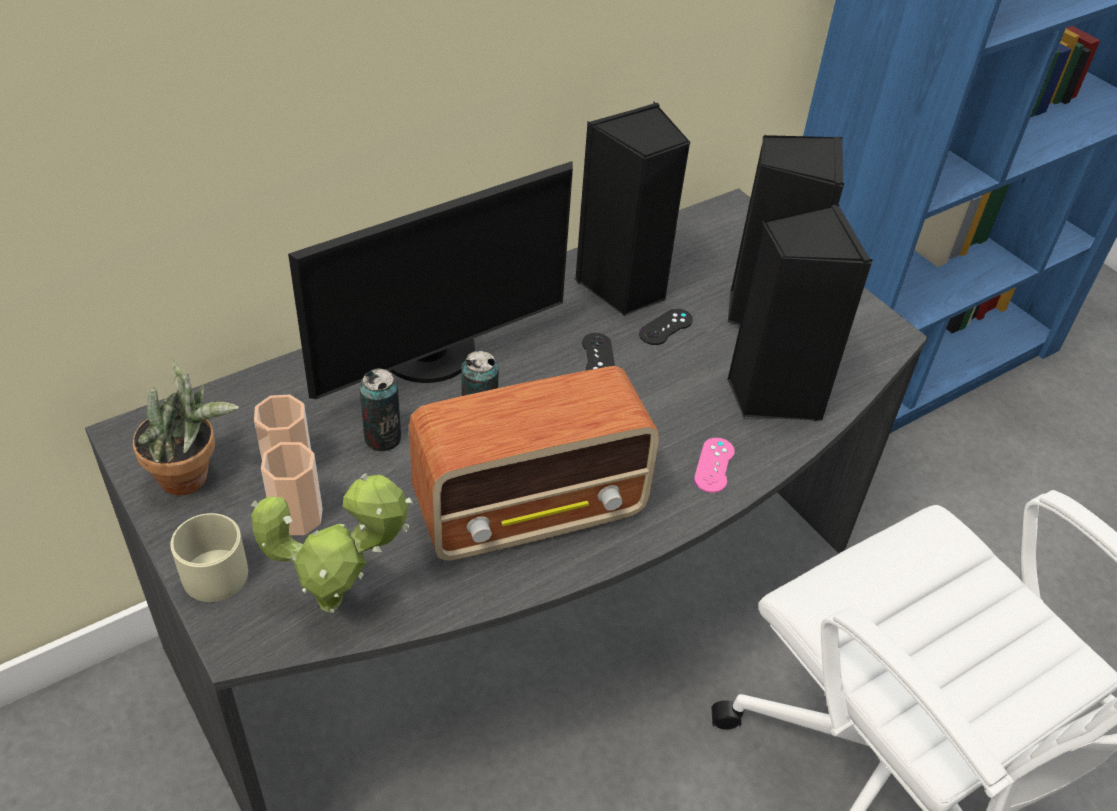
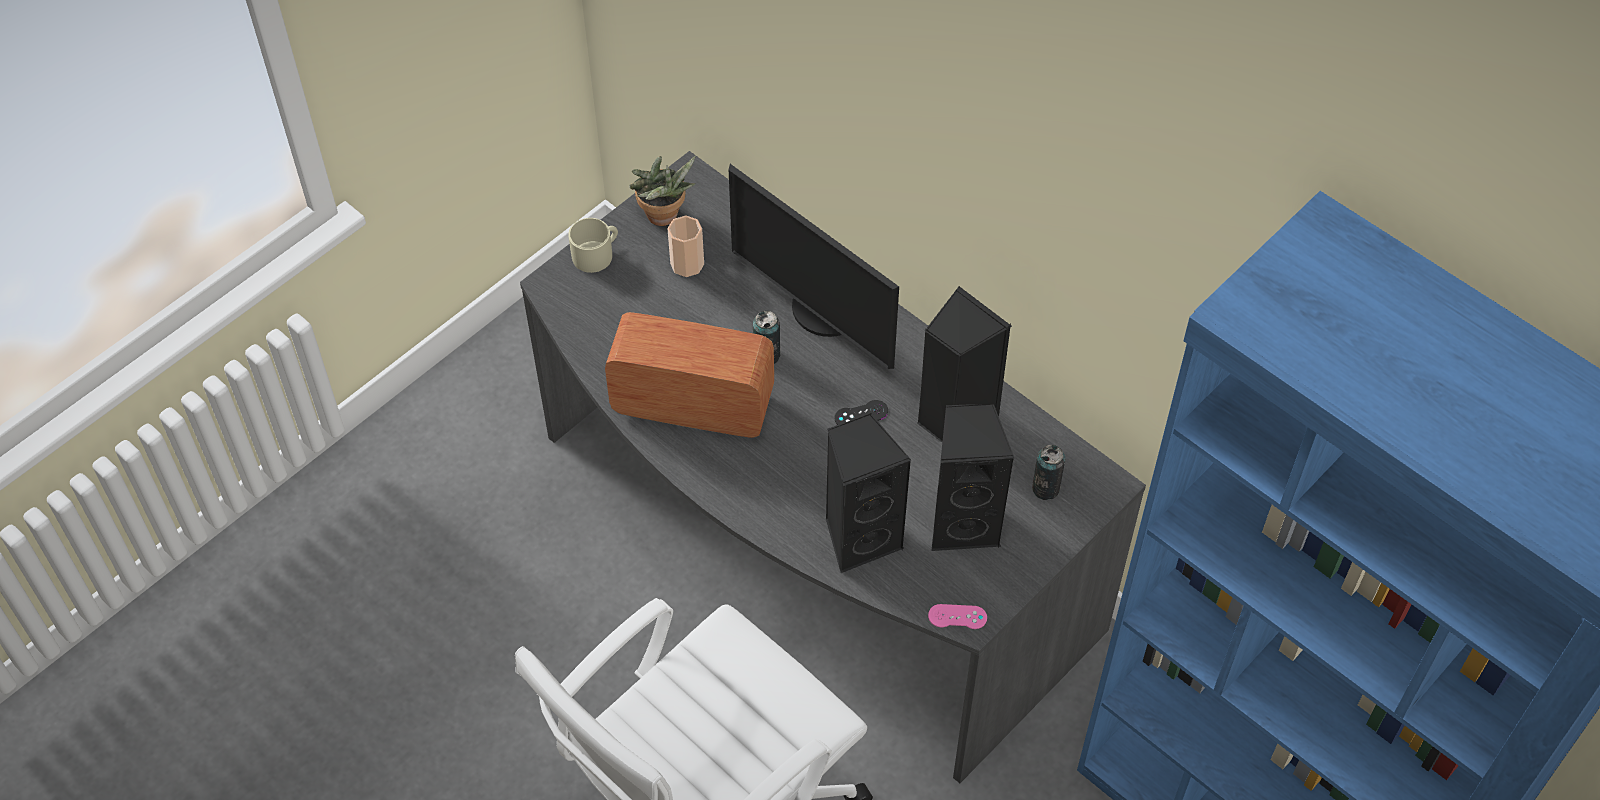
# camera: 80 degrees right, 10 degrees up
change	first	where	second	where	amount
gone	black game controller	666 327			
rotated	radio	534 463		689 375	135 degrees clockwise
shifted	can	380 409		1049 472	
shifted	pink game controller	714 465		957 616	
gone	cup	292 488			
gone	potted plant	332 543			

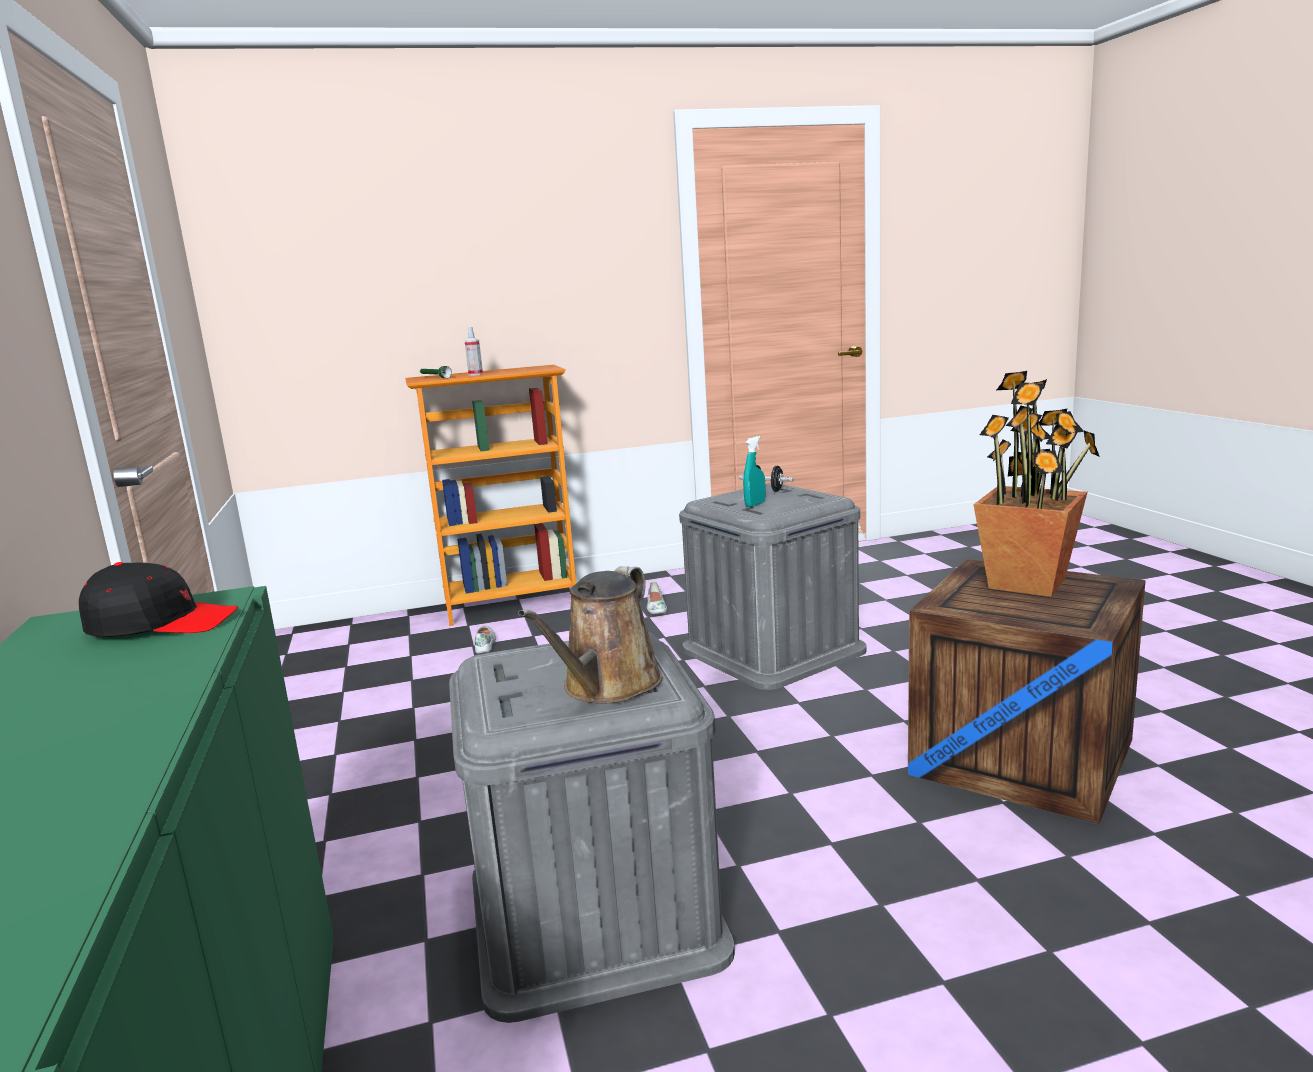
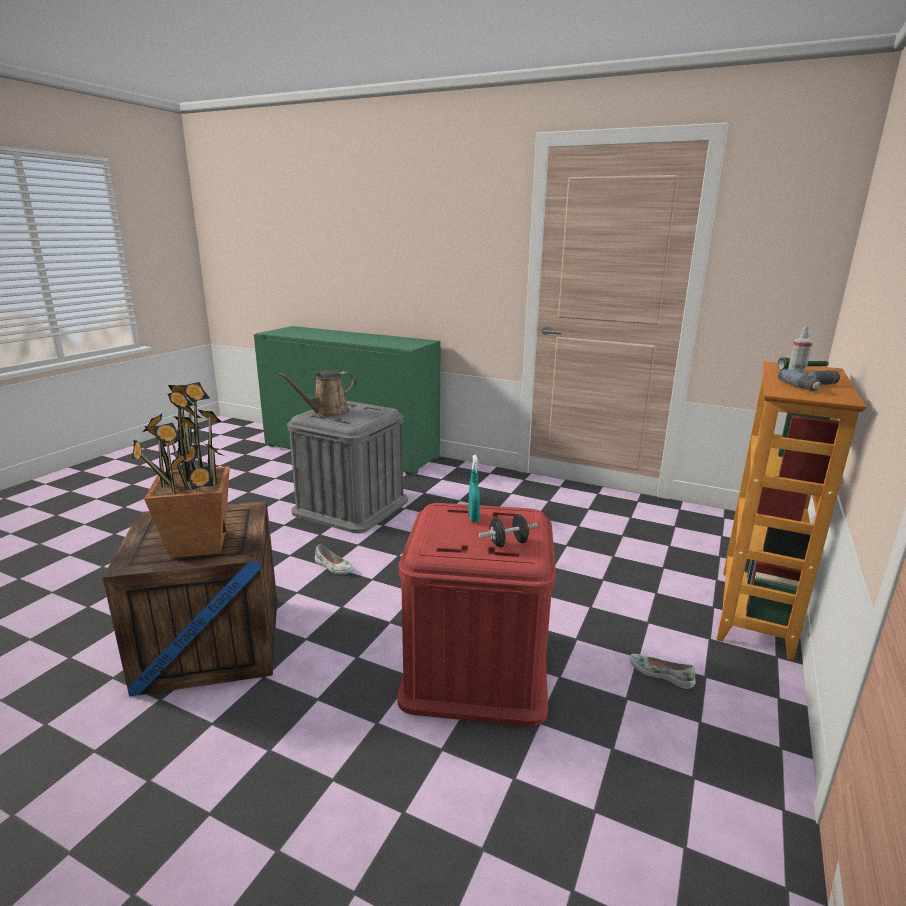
# camera: 130 degrees right, 5 degrees up
change	first	where	second	where	amount
repainted	grey storage box	773 586	red storage box	476 614	
gone	black cap	158 599			
rotated	brown watering can	590 635		316 393	105 degrees counterclockwise
shifted	white shoe	485 639		334 559	
new			power drill	809 380	

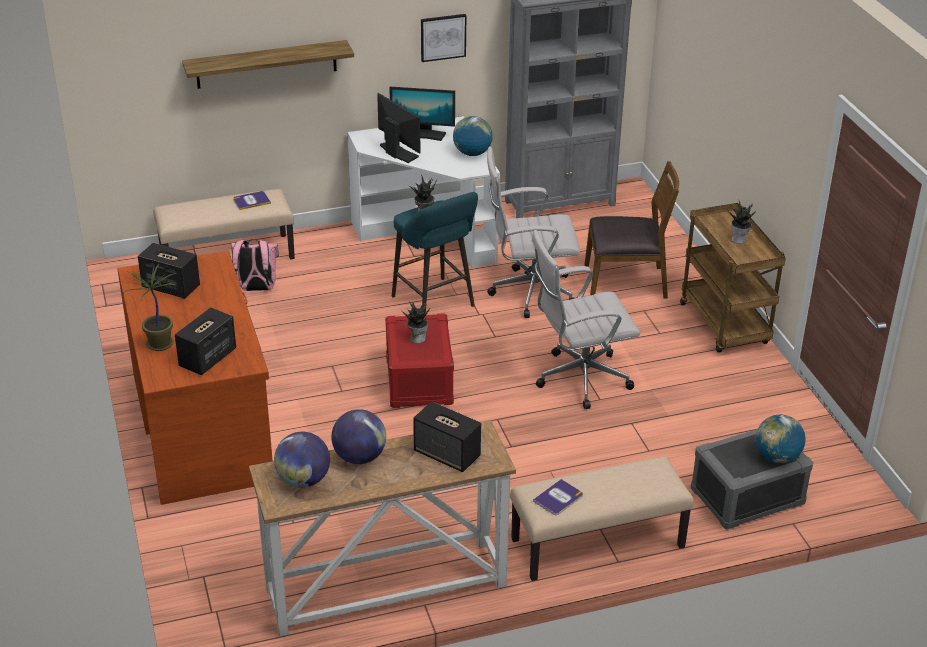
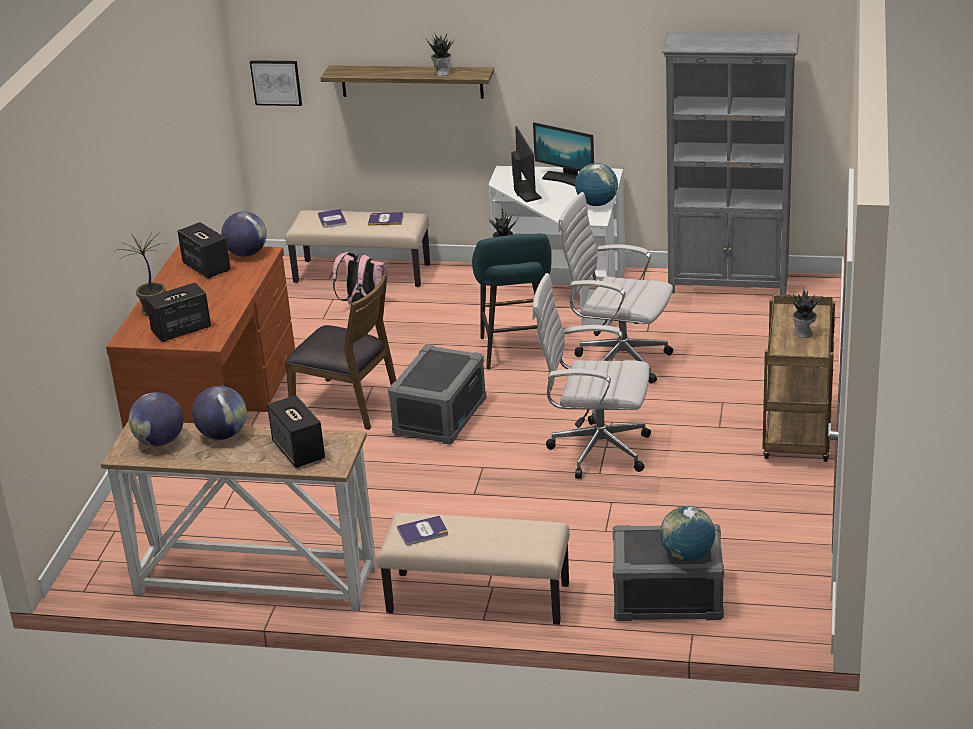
# camera: 30 degrees right, 5 degrees down
change	first	where	second	where	amount
shifted	picture	443 38		276 83	
shifted	brown chair	631 230		340 352	
shifted	potted plant	415 322		440 55	
repainted	red storage box	419 360	grey storage box	437 395	
new			book	332 218	
new			globe	244 234	

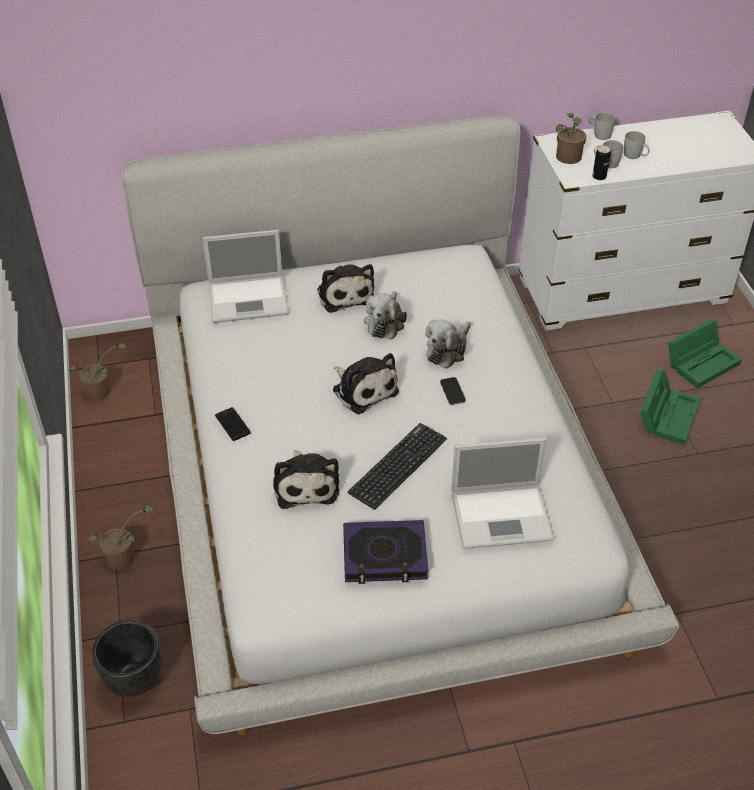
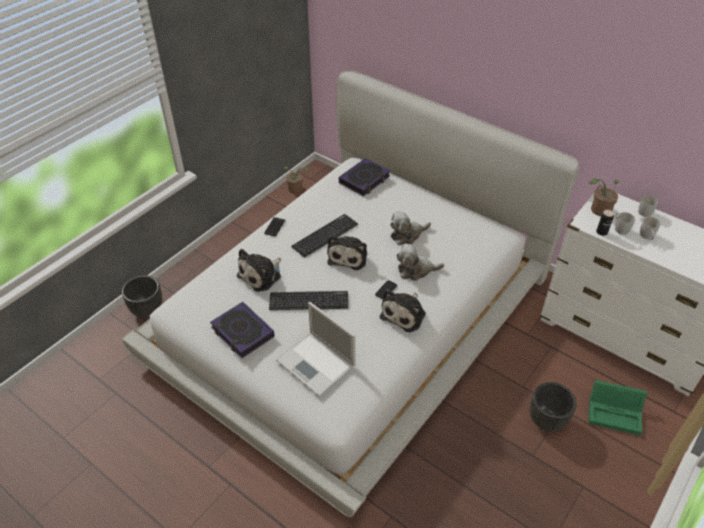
# camera: 50 degrees right, 0 degrees up
change	first	where	second	where	amount
swapped	laptop	246 276	book	364 177	
shifted	plush toy	345 288		403 310	
swapped	green storage box	670 407	black planter	553 407	
gone	potted plant	122 537			
new			keyboard	324 235	

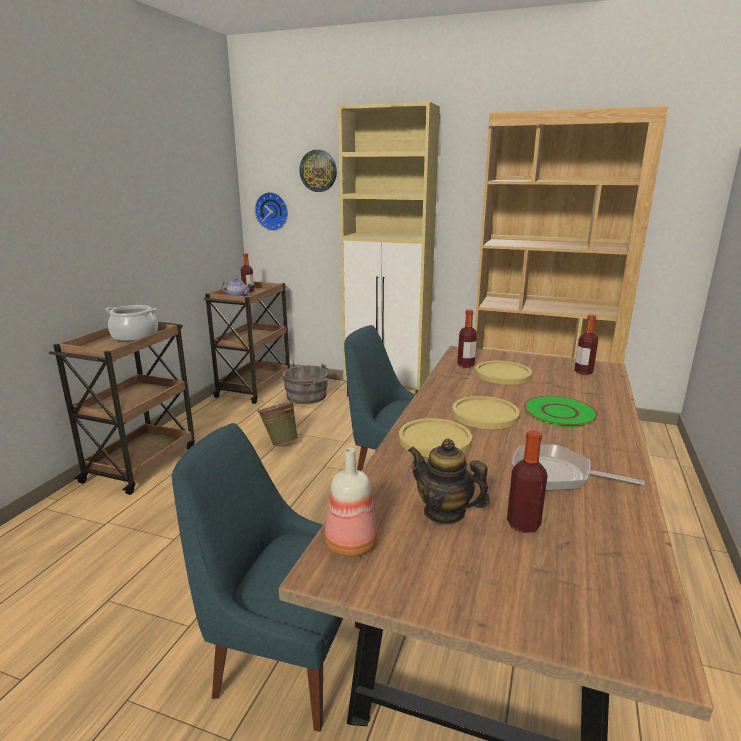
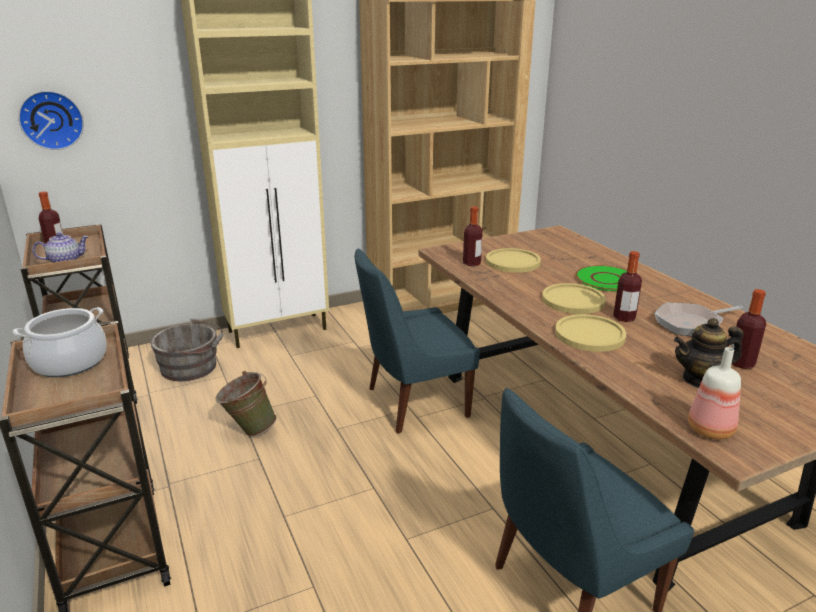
# camera: 45 degrees left, 5 degrees up
change	first	where	second	where	amount
gone	wall clock	318 171			
shifted	bottle	586 345		627 286	

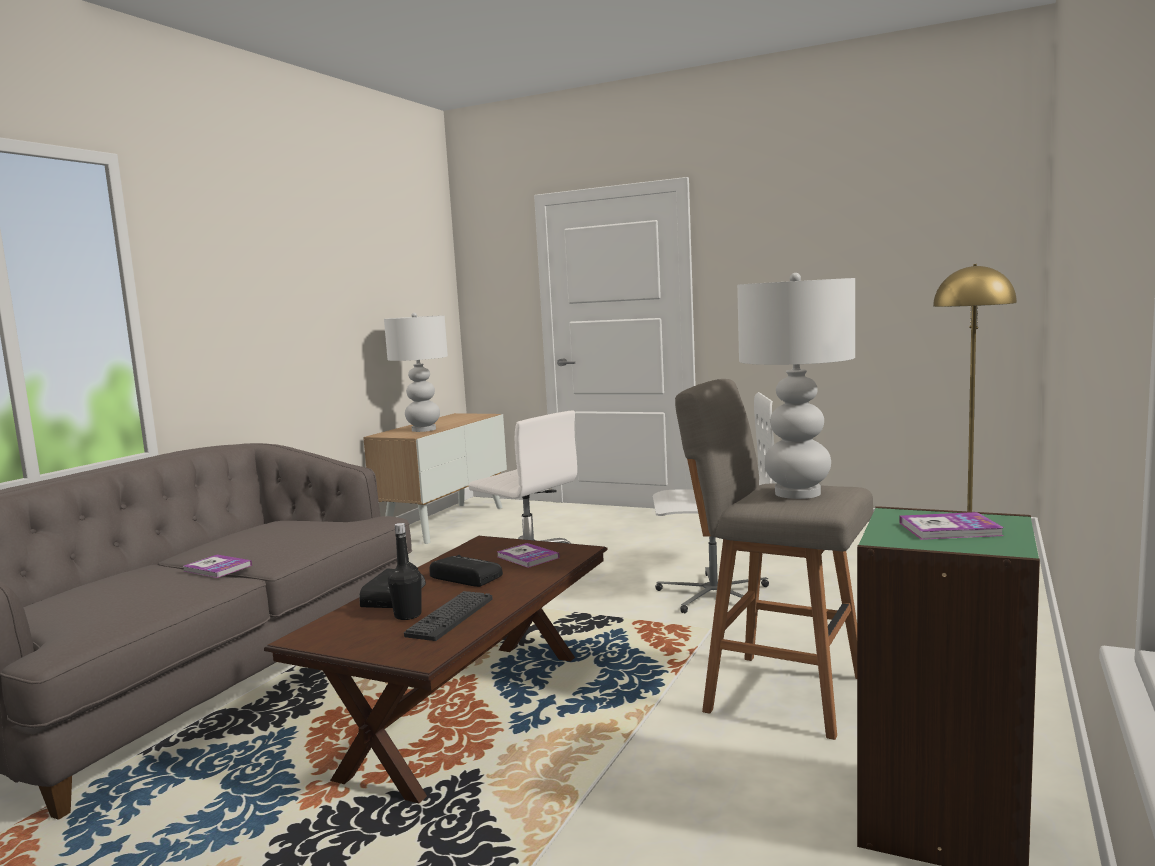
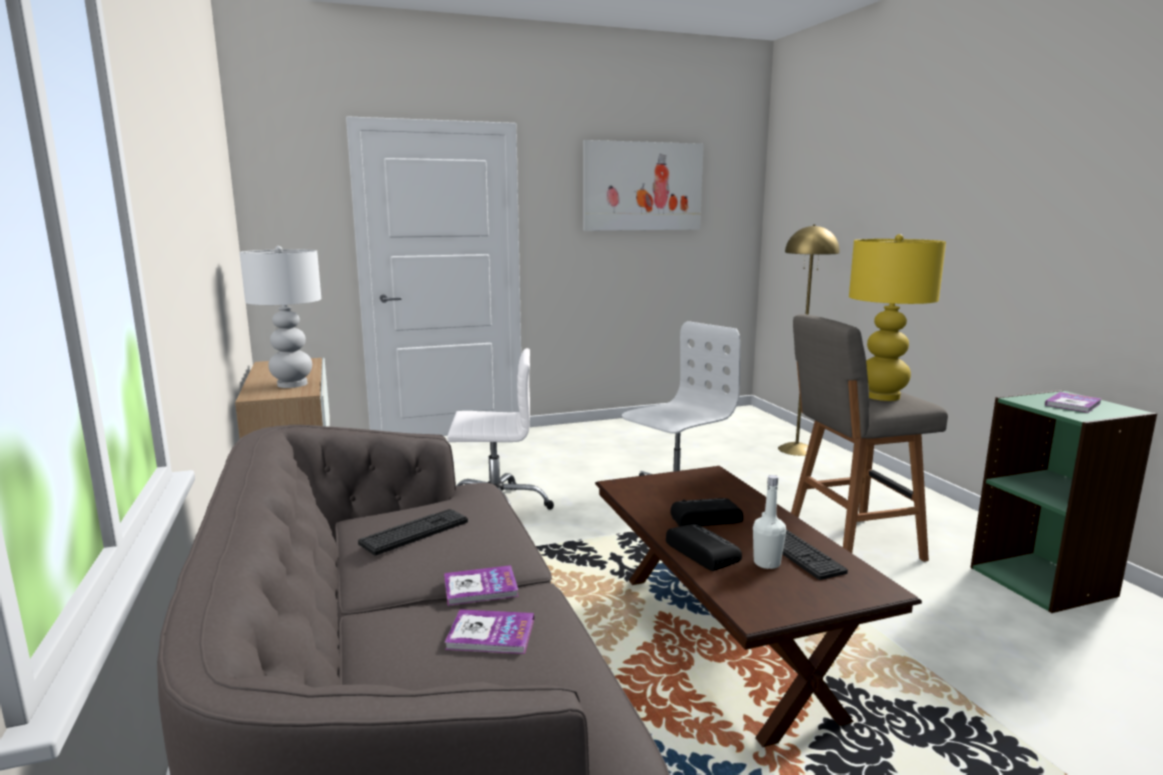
# camera: 45 degrees left, 5 degrees up
change	first	where	second	where	amount
repainted	white table lamp	796 386	yellow table lamp	897 317	
repainted	black bottle	404 571	white bottle	769 522	
shifted	book	528 555		489 631	
new			picture	643 185	
new			keyboard	413 532	

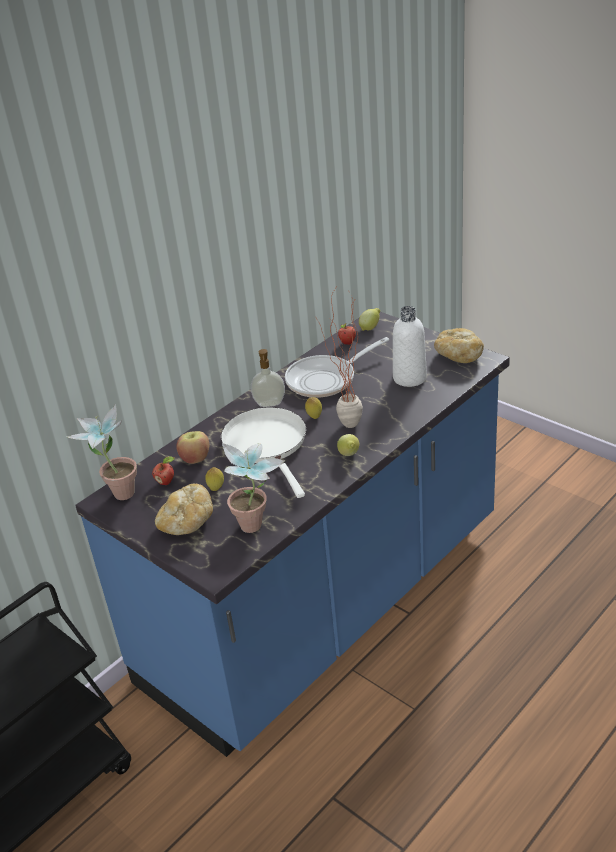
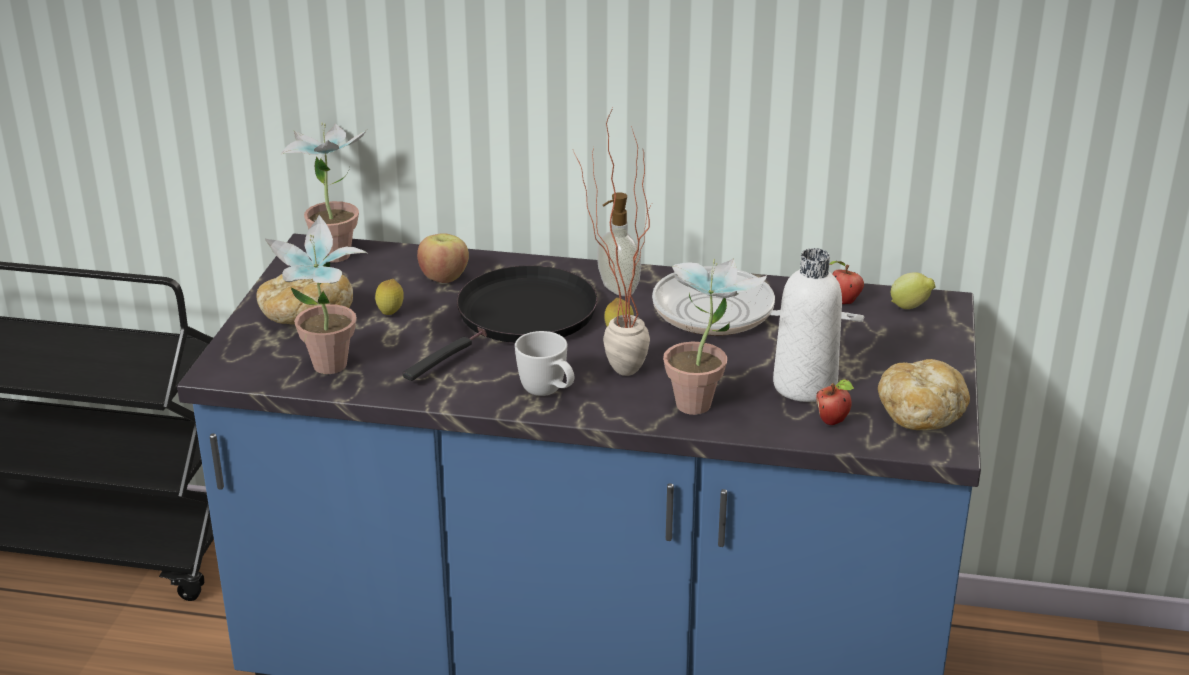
# camera: 55 degrees right, 5 degrees down
change	first	where	second	where	amount
repainted	white frying pan	263 452	black frying pan	500 323	
swapped	lemon	348 445	white mug	544 363	
shifted	apple	163 470		835 402	
new			potted plant	715 336	

